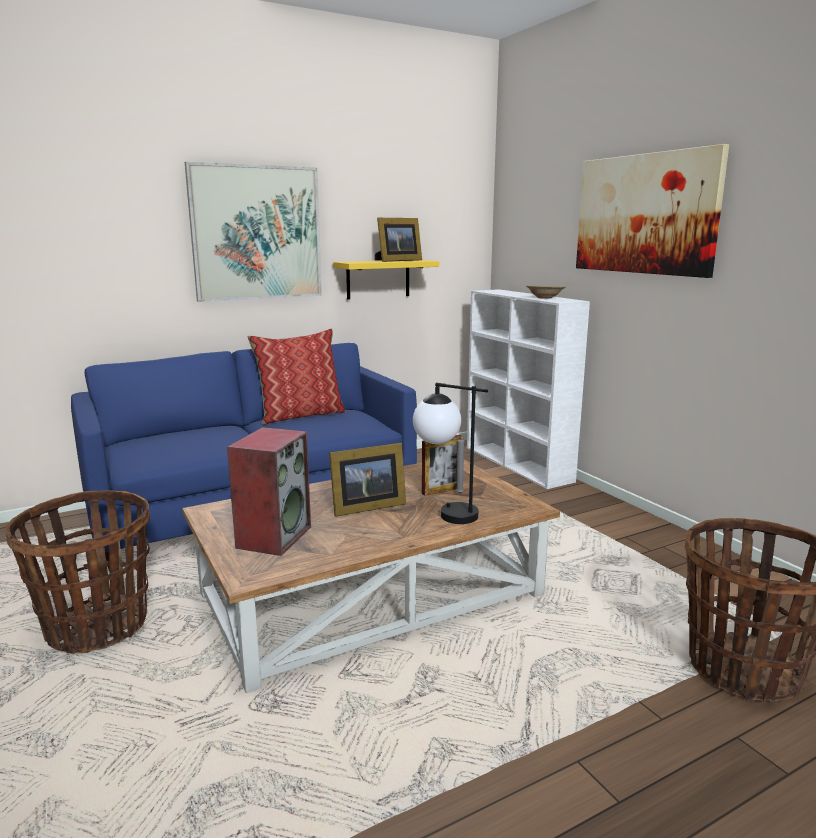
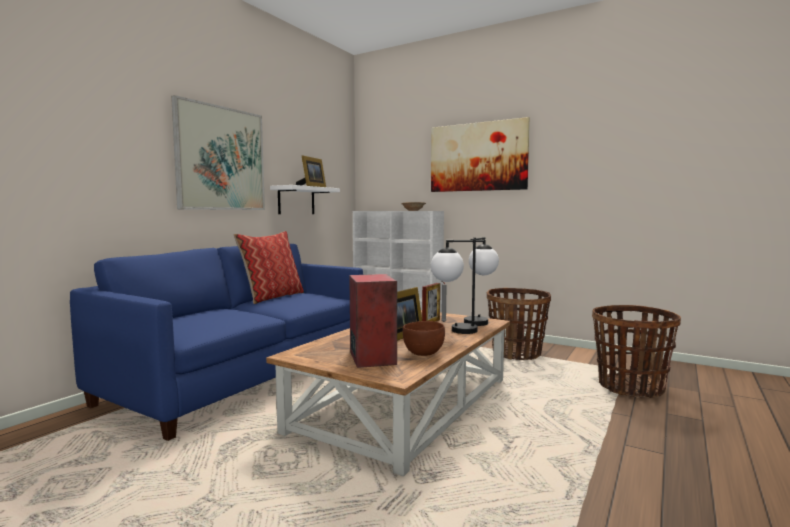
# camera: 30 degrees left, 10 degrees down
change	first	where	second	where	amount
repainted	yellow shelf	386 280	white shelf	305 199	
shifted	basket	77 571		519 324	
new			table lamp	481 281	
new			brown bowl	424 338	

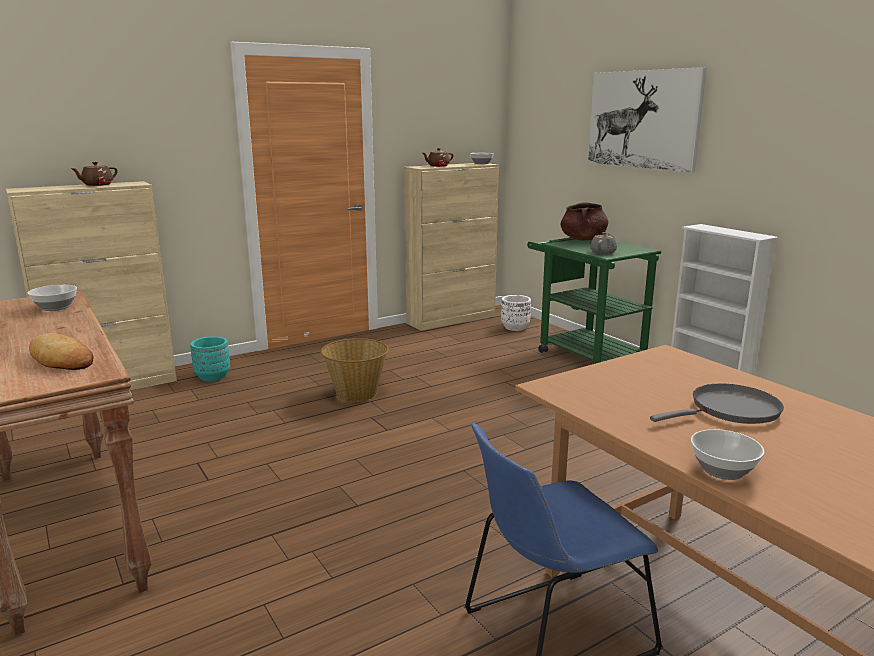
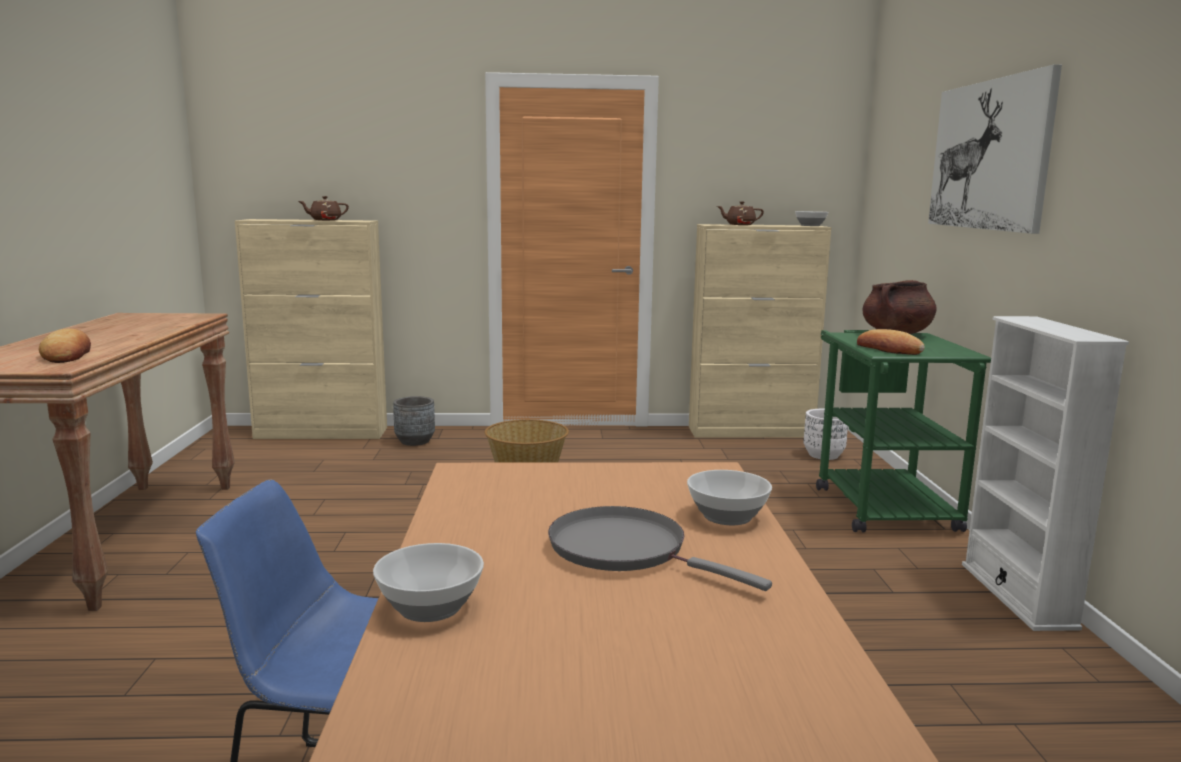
# camera: 30 degrees right, 5 degrees down
change	first	where	second	where	amount
swapped	grey teapot	603 243	bread	891 342	
shifted	bowl	52 298		729 497	
repainted	turquoise planter	210 358	grey planter	414 421	
rotated	grey frying pan	717 403		660 548	150 degrees counterclockwise

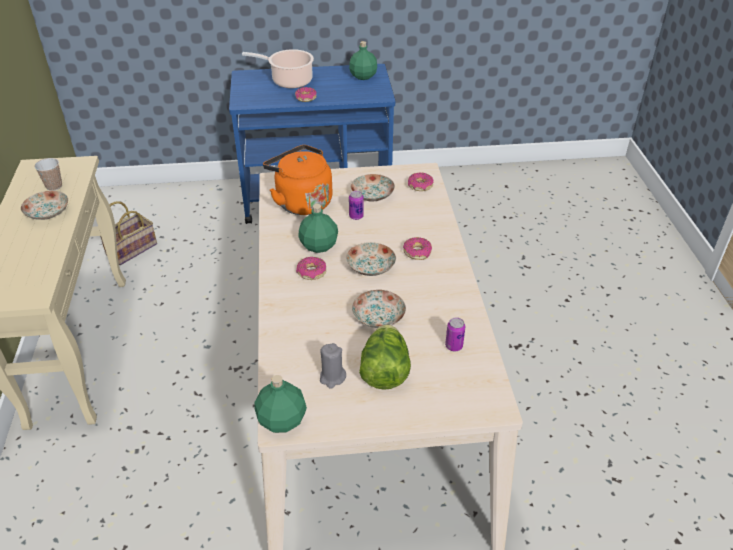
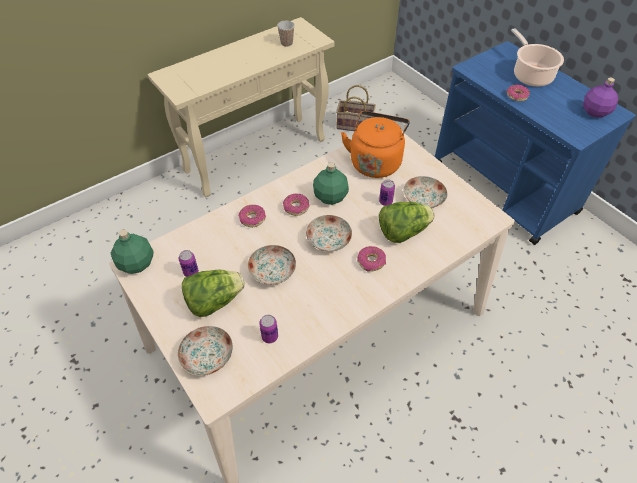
# camera: 60 degrees right, 10 degrees up
change	first	where	second	where	amount
repainted	green bottle	363 60	purple bottle	600 98	
shifted	donut	420 181		252 216	
shifted	plate	44 205		205 351	
swapped	grey candle	333 366	can	189 263	
new			lettuce	407 222	

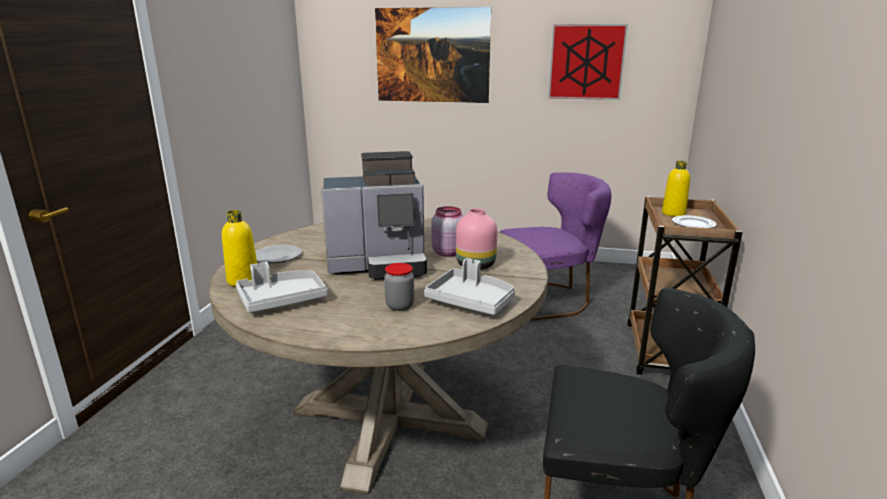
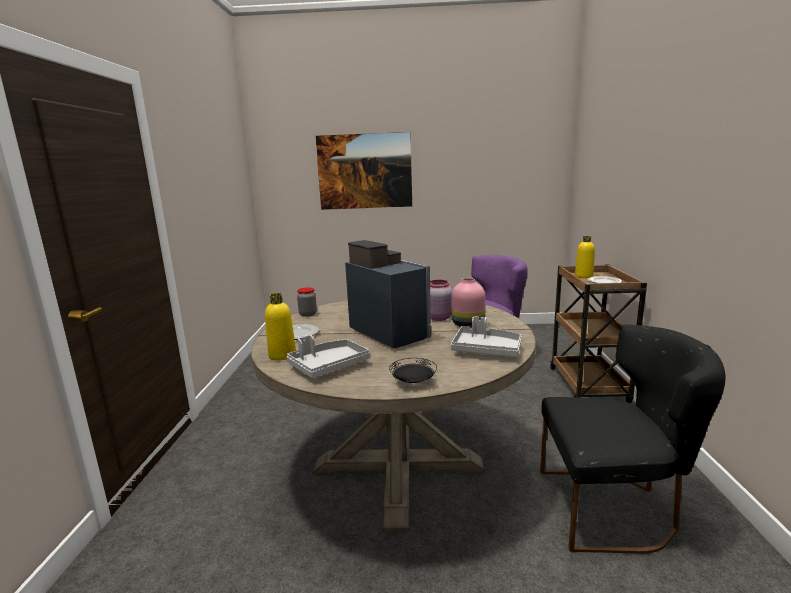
# camera: 10 degrees left, 5 degrees down
change	first	where	second	where	amount
gone	picture	588 62			
rotated	coffee machine	374 215		388 294	105 degrees counterclockwise
shifted	jar	399 287		307 302	
new			black plate	413 370	

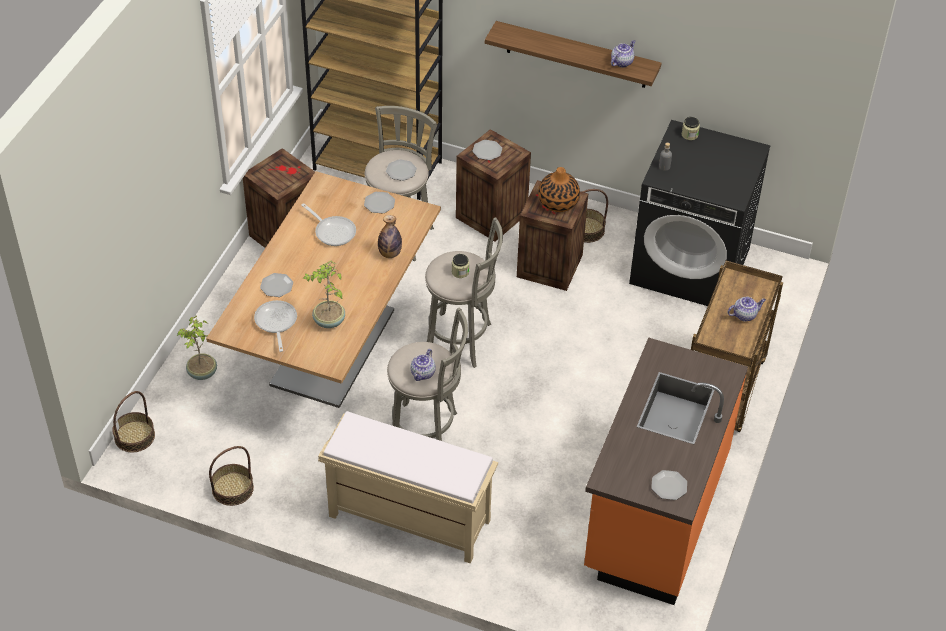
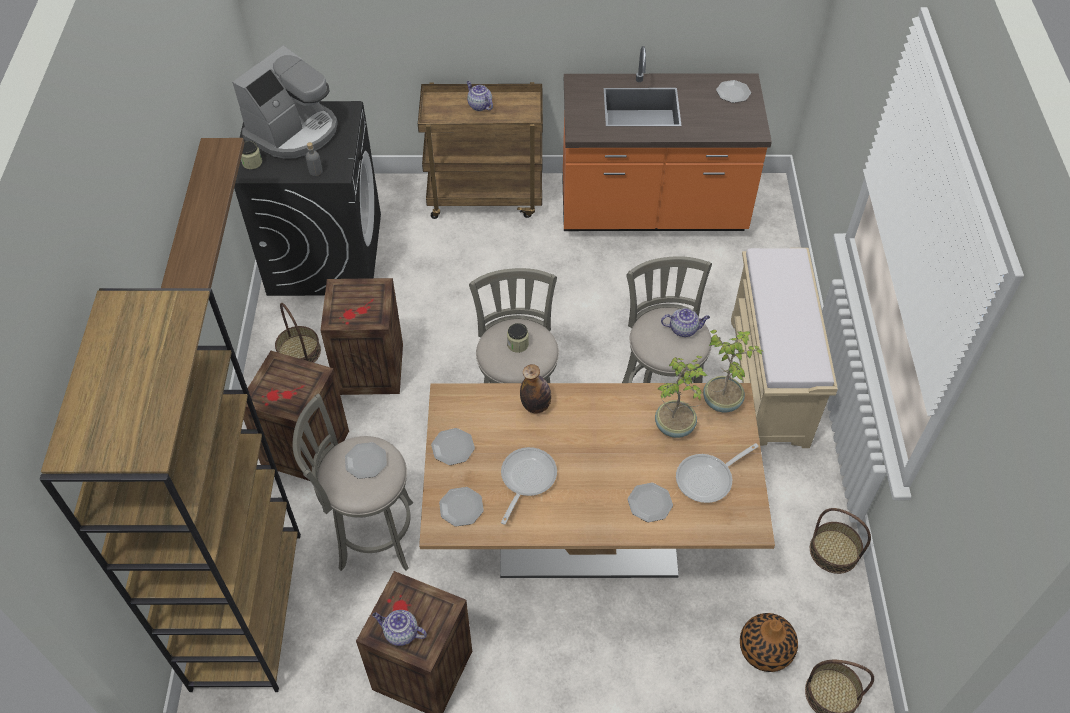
# camera: 110 degrees left, 5 degrees up
change	first	where	second	where	amount
shifted	teapot	623 53		399 628	
shifted	plate	487 150		461 506	
shifted	vase	559 189		769 642	
shifted	potted plant	196 348		733 371	
new			coffee machine	285 102	

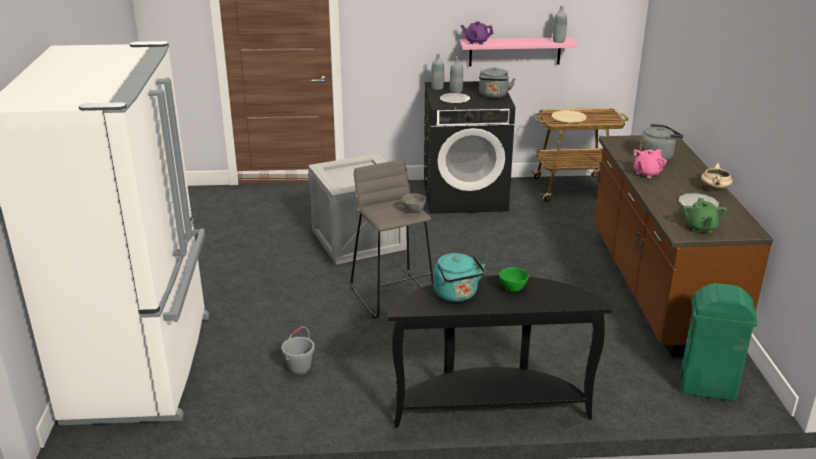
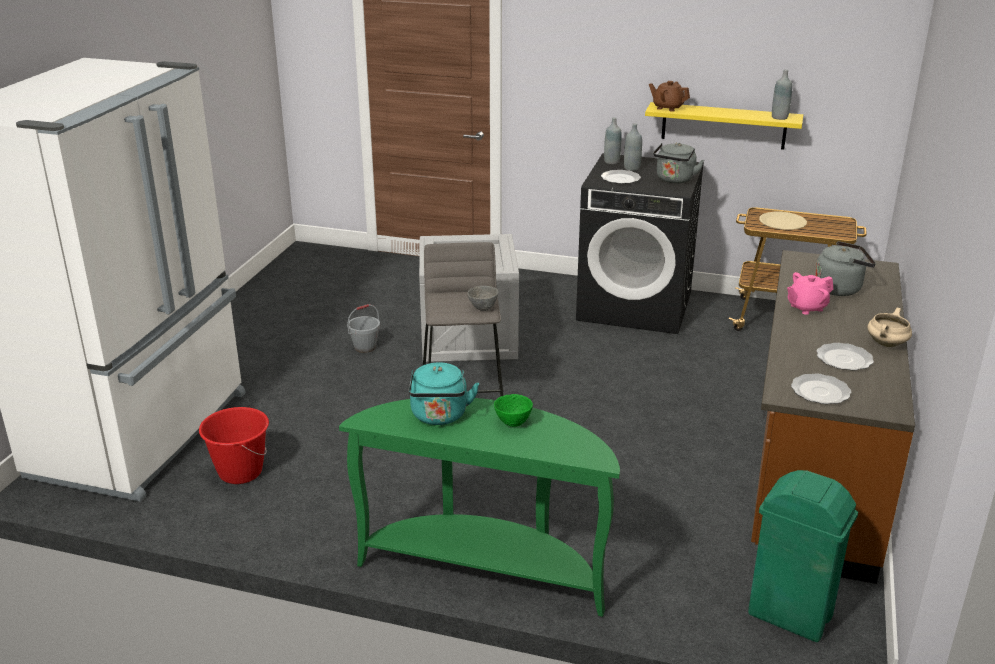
# camera: 20 degrees right, 0 degrees up
change	first	where	second	where	amount
repainted	purple teapot	477 33	brown teapot	669 96	
repainted	pink shelf	519 51	yellow shelf	724 126	
swapped	green teapot	705 215	plate	821 388	
repainted	black console table	500 351	green console table	479 507	
shifted	grey bucket	298 350		363 328	
new			red bucket	234 445	

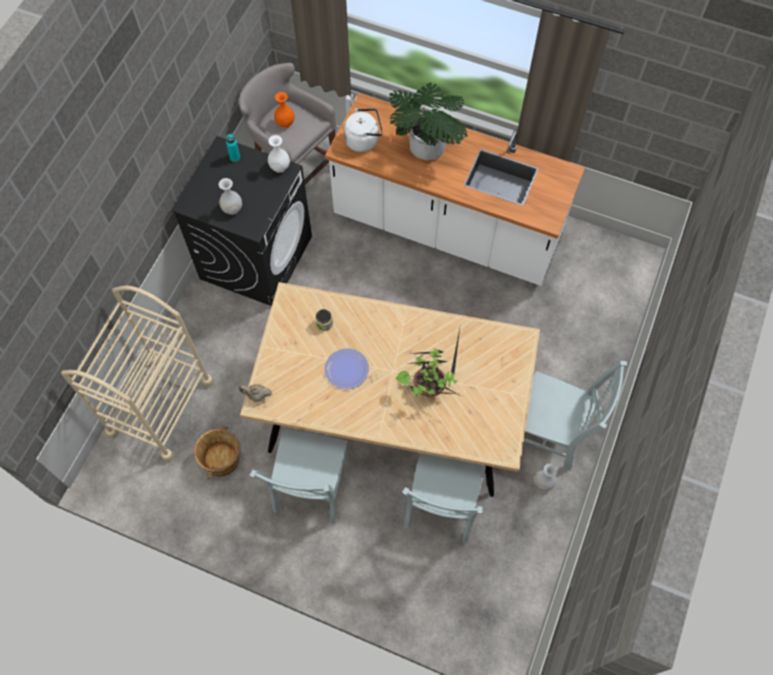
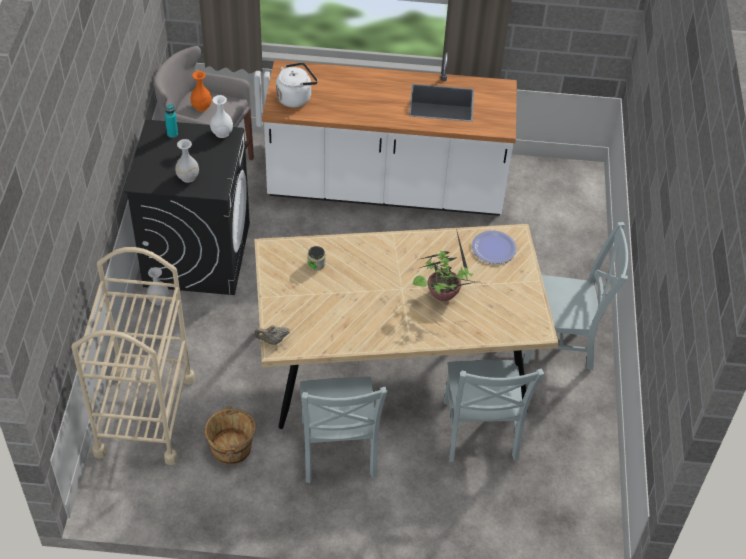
# camera: 20 degrees left, 15 degrees down
change	first	where	second	where	amount
gone	potted plant	428 121			
shifted	plate	347 369		494 247	
shifted	white vase	546 477		158 286	

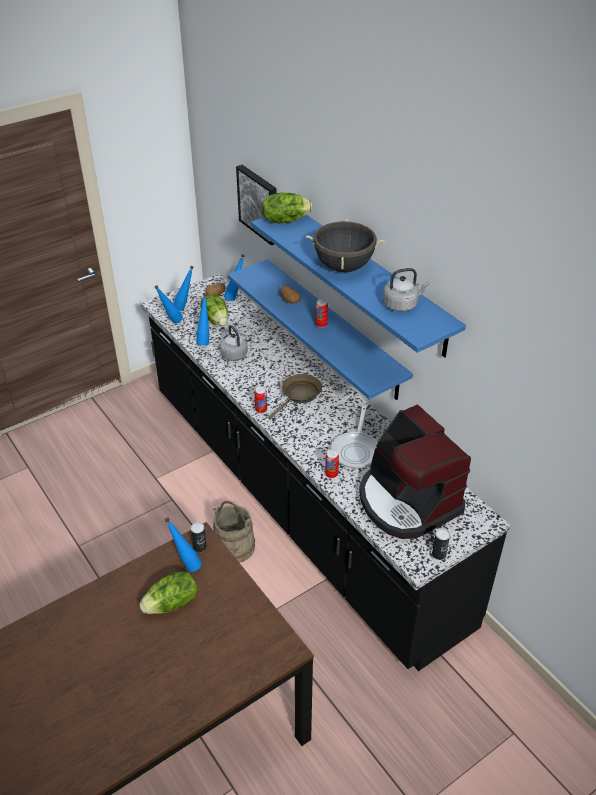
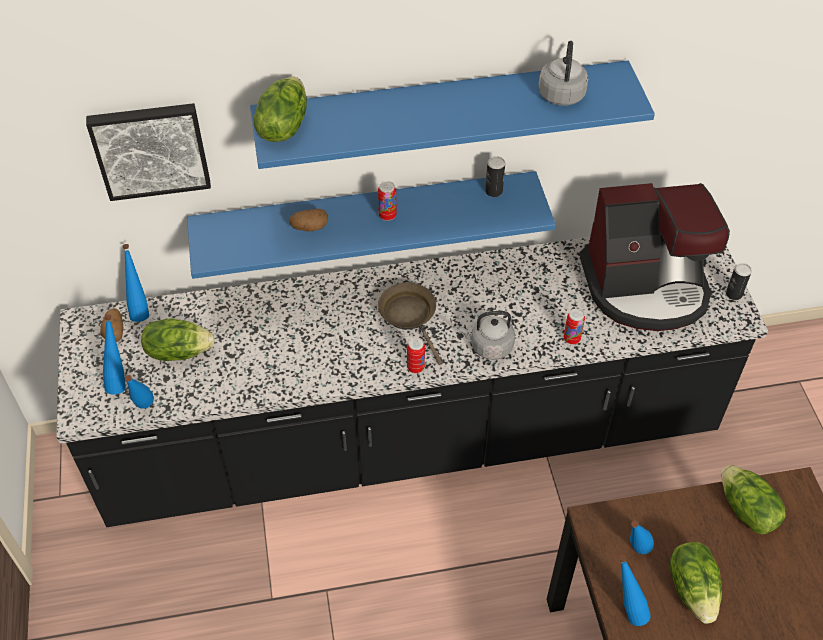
# camera: 65 degrees left, 10 degrees up
change	first	where	second	where	amount
gone	black cooking pot	345 245			
shifted	blue bottle	202 319		635 590	
shifted	grey kettle	234 343		487 335	
gone	frying pan	354 437			
gone	beige bucket	234 532			
shifted	can	198 537		495 176	
new			lettuce	753 499	

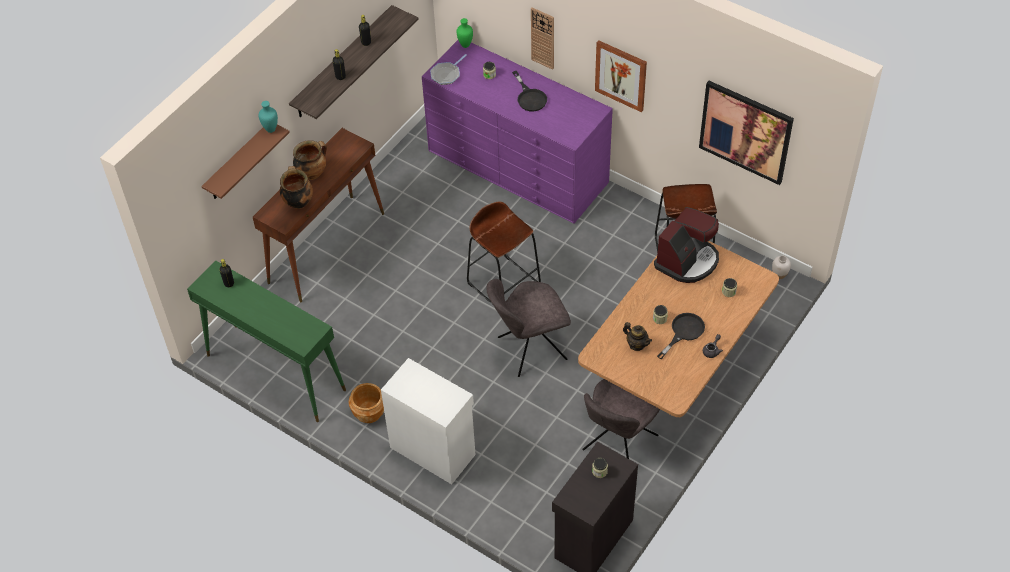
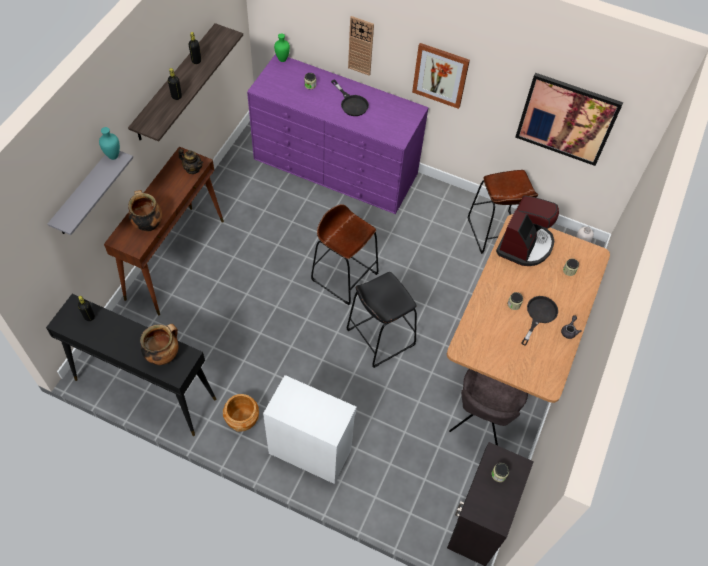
# camera: 15 degrees left, 5 degrees up
change	first	where	second	where	amount
gone	frying pan	448 69			
repainted	brown shelf	245 162	grey shelf	90 193	
shifted	cooking pot	310 160		159 344	
repainted	green console table	266 341	black console table	131 365	
swapped	grey chair	528 328	black stool	381 320	
shifted	teapot	637 336		190 161	

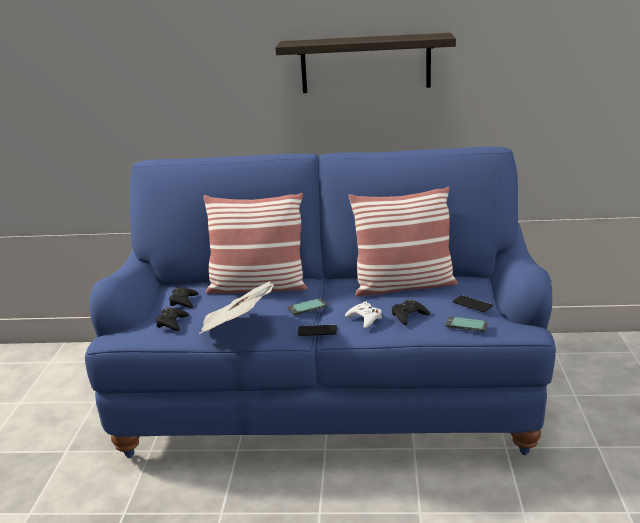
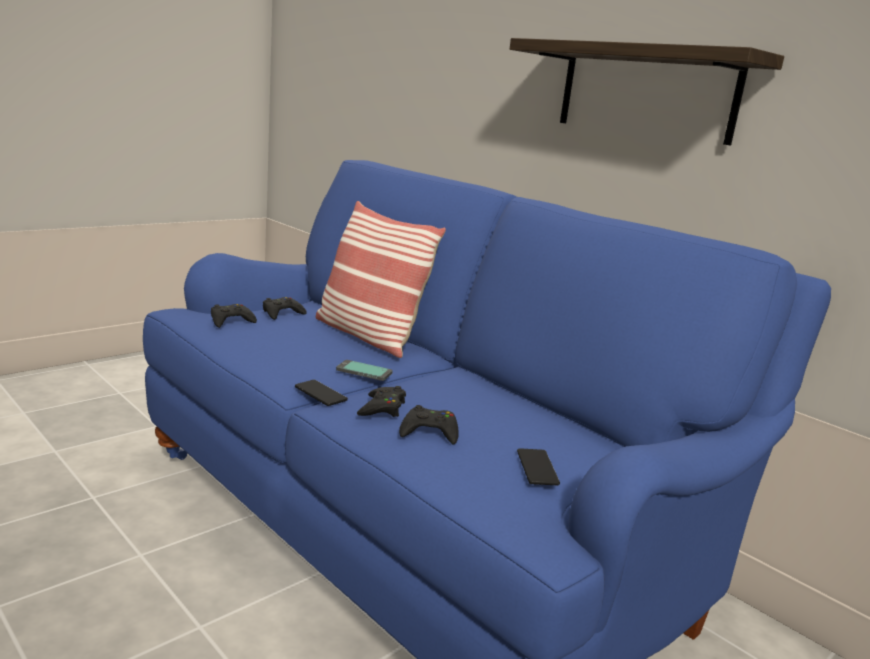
# camera: 40 degrees right, 5 degrees down
change	first	where	second	where	amount
gone	pillow	403 241			
gone	newspaper	236 307			
repainted	white game controller	363 315	black game controller	381 401	
gone	phone	466 324			

